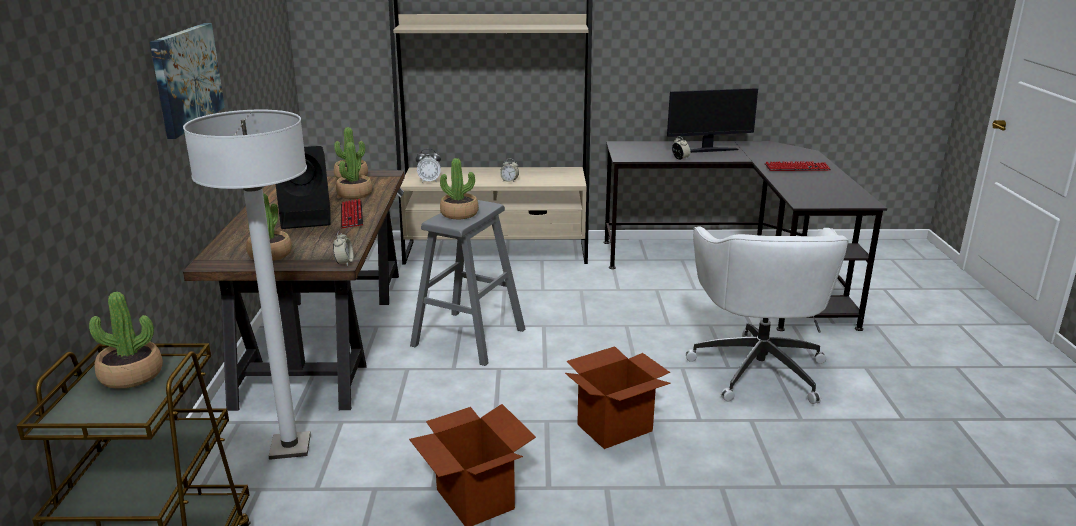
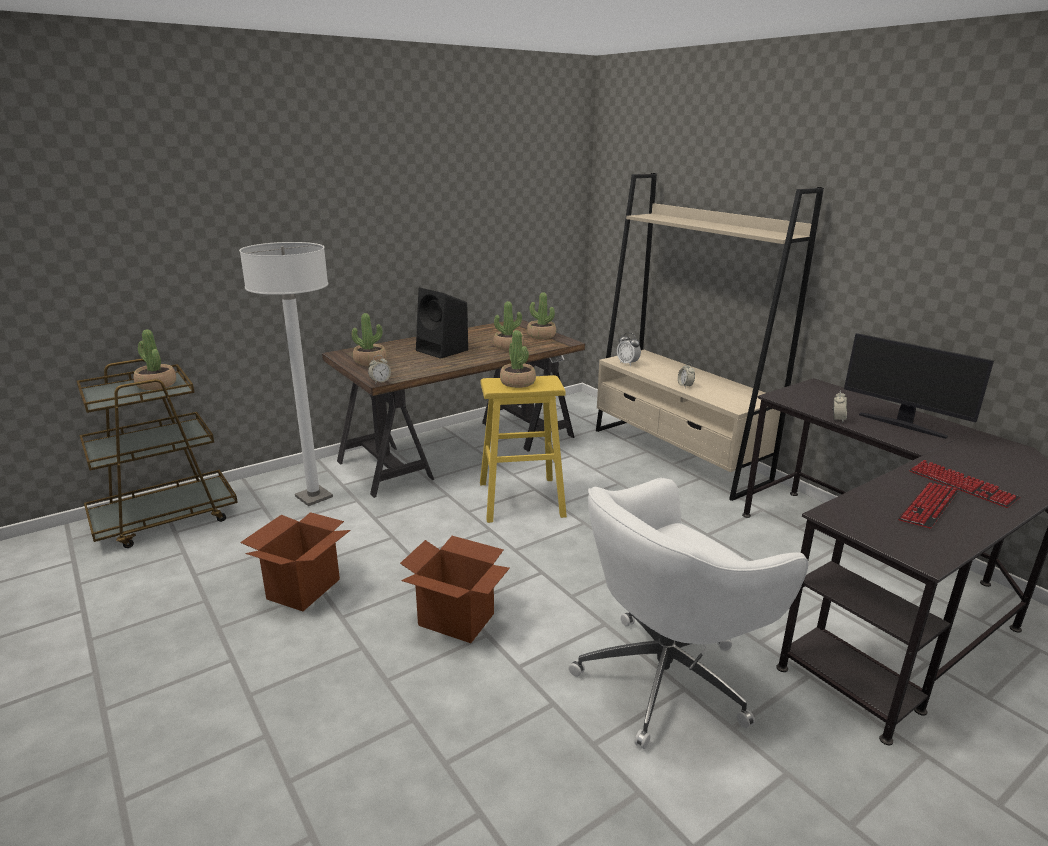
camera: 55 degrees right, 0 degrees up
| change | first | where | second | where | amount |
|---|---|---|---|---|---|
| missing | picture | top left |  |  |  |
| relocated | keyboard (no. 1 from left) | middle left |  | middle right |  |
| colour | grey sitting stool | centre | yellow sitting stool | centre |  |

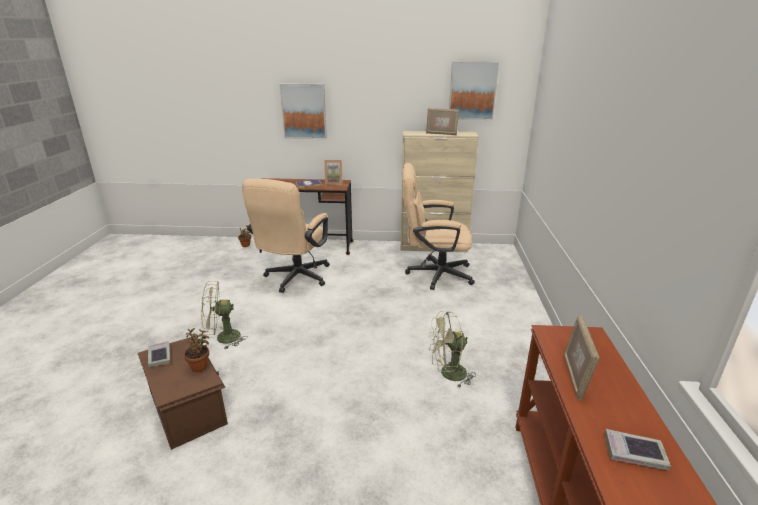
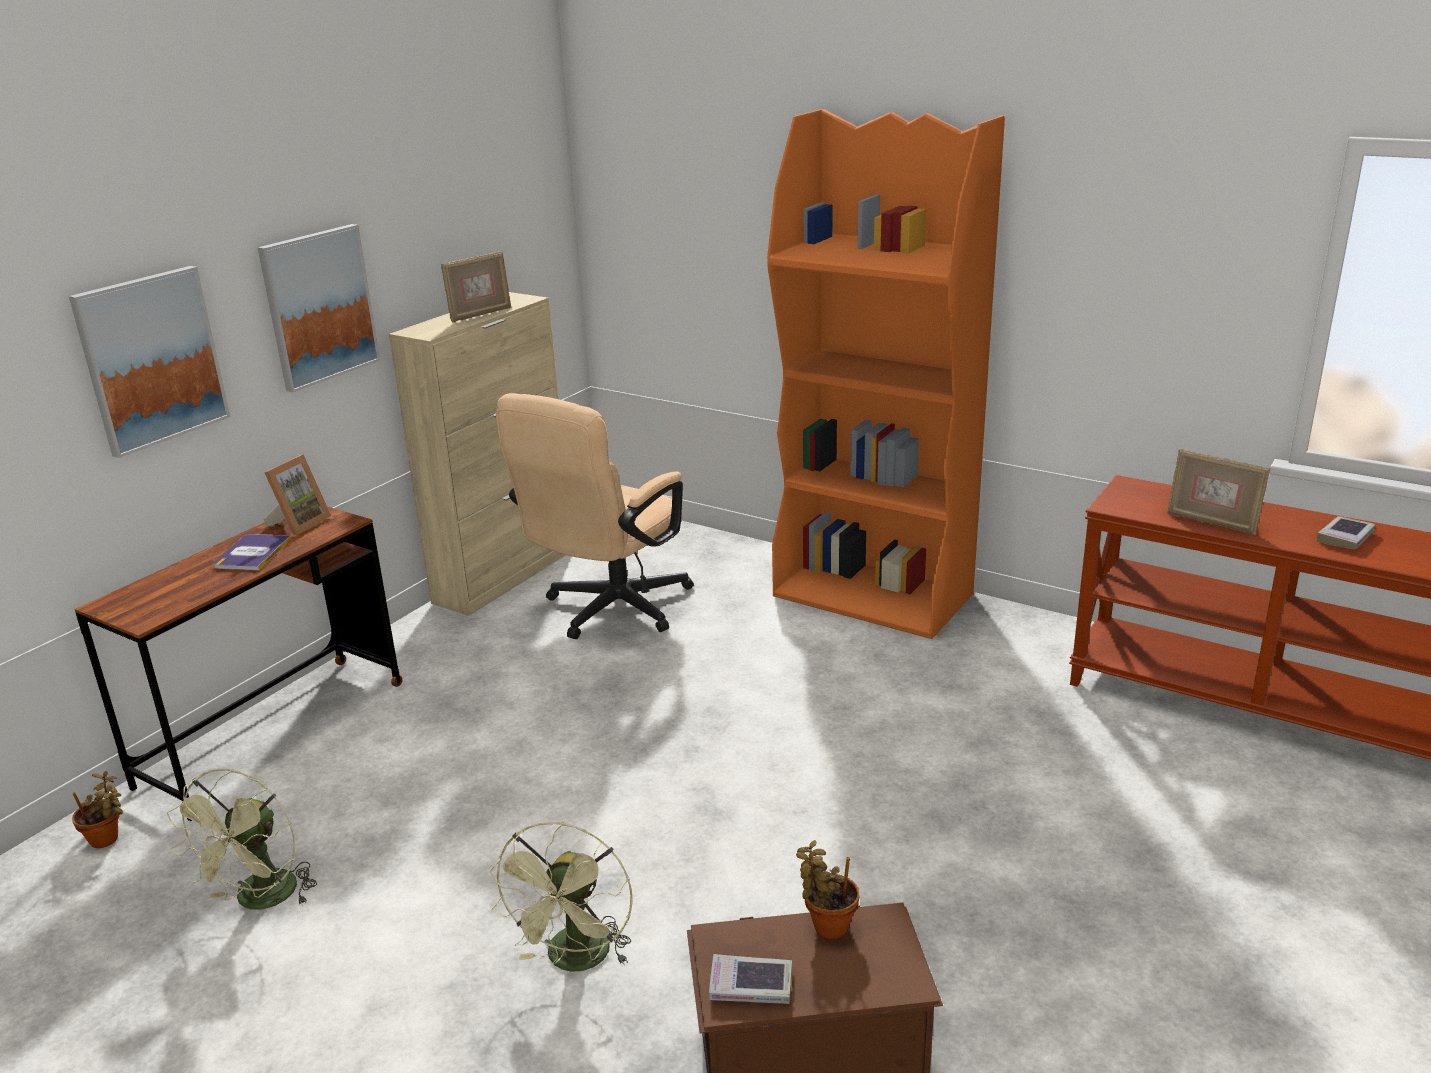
camera: 60 degrees left, 0 degrees up
| change | first | where | second | where | amount |
|---|---|---|---|---|---|
| missing | beige office chair (no. 1 from left) | centre |  |  |  |
| relocated | greenish fan (no. 2 from left in the first image) | bottom centre | greenish fan (no. 1 from left) | bottom left |  |
| relocated | picture (no. 2 from left) | top centre |  | top left |  |
| appeared |  |  | orange shelving unit | centre |  |

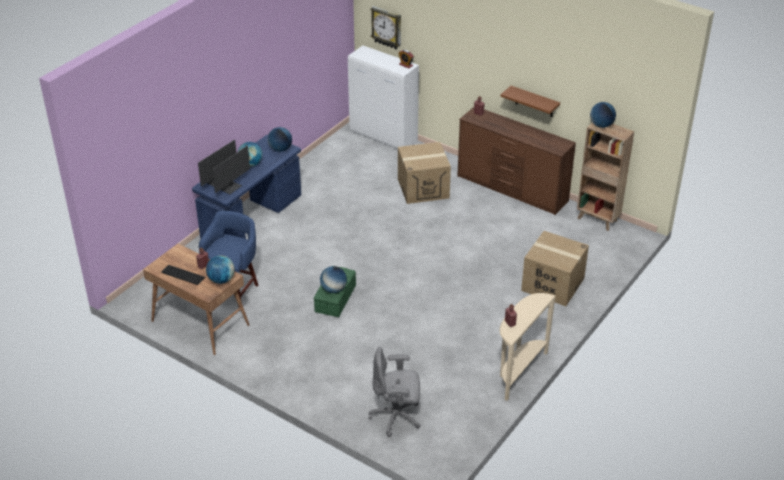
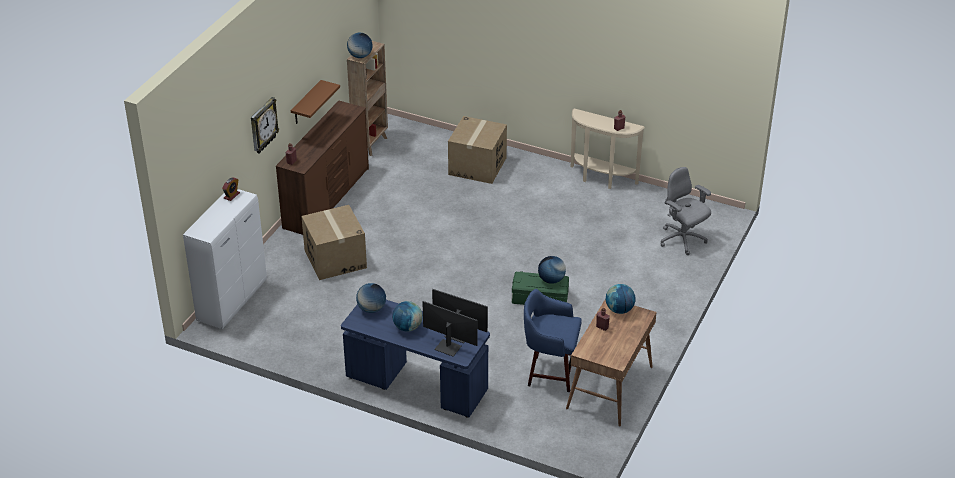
camera: 100 degrees left, 0 degrees up
| change | first | where | second | where | amount |
|---|---|---|---|---|---|
| missing | keyboard | middle left |  |  |  |
| spun | grey office chair | bottom centre |  | middle right | 150 degrees clockwise |
| relocated | wall clock | top centre |  | top left |  |

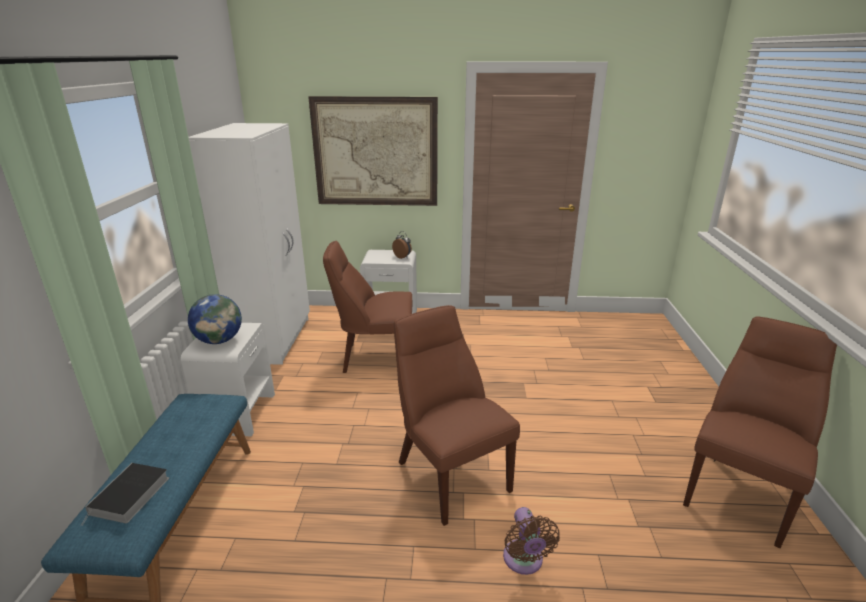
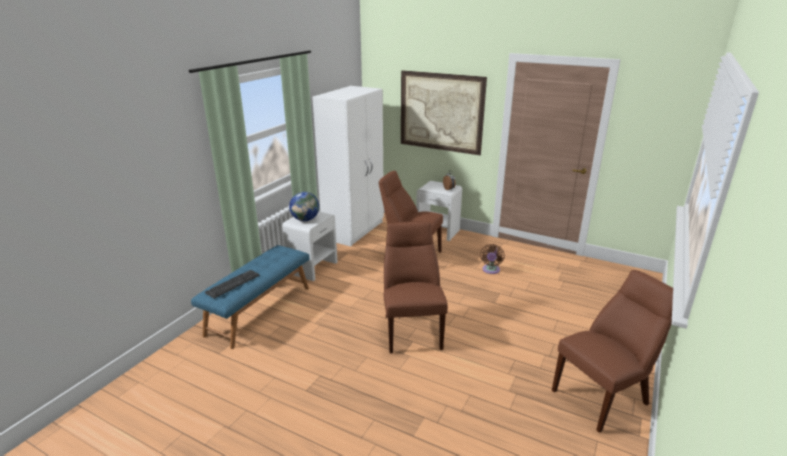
camera: 25 degrees right, 0 degrees up
| change | first | where | second | where | amount |
|---|---|---|---|---|---|
| exchanged | book | bottom left | keyboard | middle left |  |
| relocated | brown-coloured fan | bottom centre |  | centre |  |

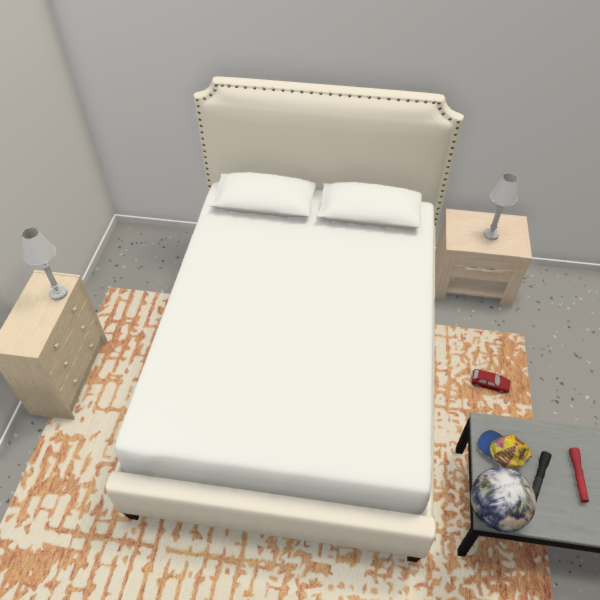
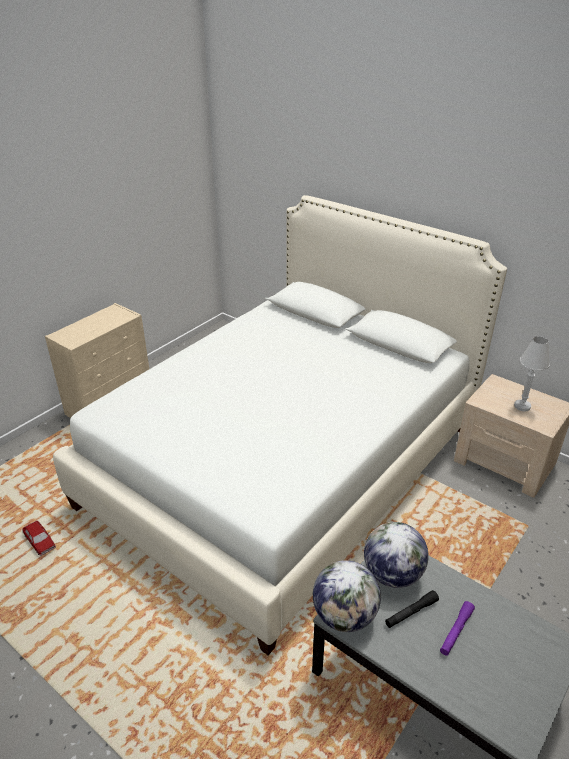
camera: 30 degrees right, 15 degrees down
| change | first | where | second | where | amount |
|---|---|---|---|---|---|
| missing | white table lamp (no. 1 from left) | middle left |  |  |  |
| relocated | model car | middle right |  | bottom left |  |
| exchanged | cap | bottom right | desk globe (no. 2 from left) | bottom right |  |
| colour | red torch | bottom right | purplish torch | bottom right |  |

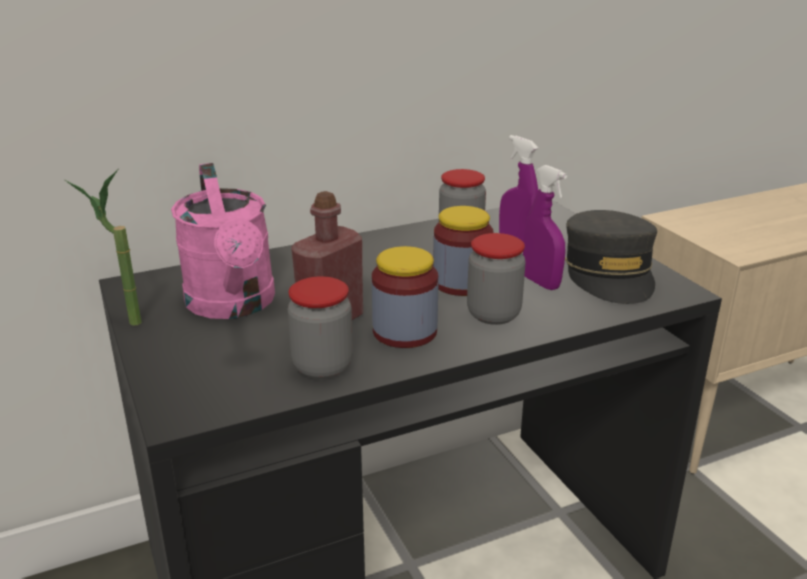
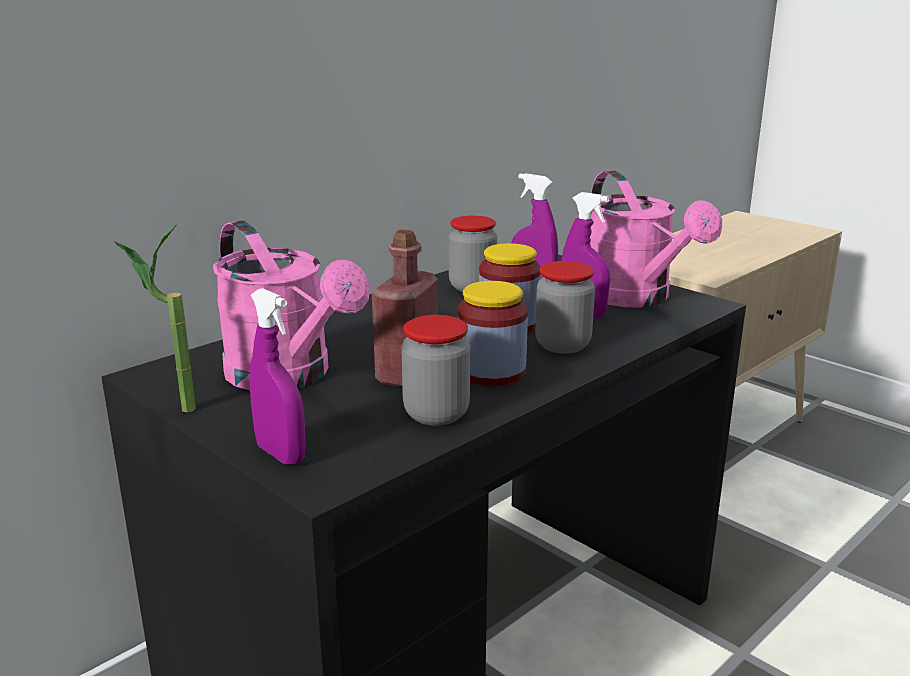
camera: 20 degrees left, 5 degrees down
| change | first | where | second | where | amount |
|---|---|---|---|---|---|
| exchanged | grey cap | middle right | pinkish sprinkling can (no. 2 from left) | middle right |  |
| appeared |  |  | purplish sprayer (no. 1 from left) | middle left |  |

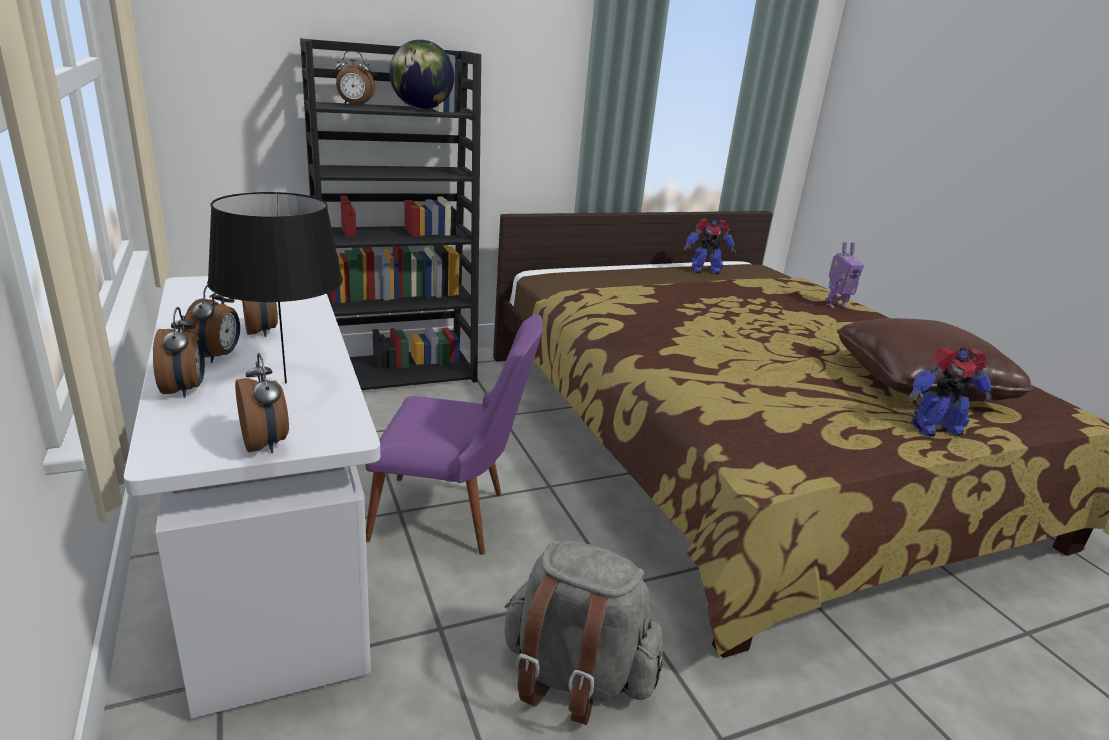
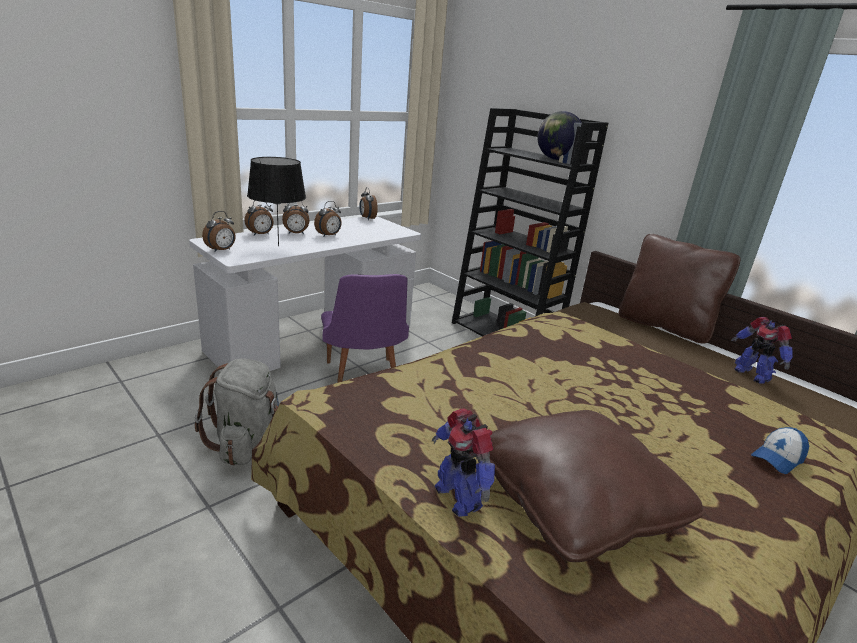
camera: 70 degrees right, 0 degrees up
| change | first | where | second | where | amount |
|---|---|---|---|---|---|
| relocated | bedside clock (no. 5 from left) | top left |  | top centre |  |
| exchanged | toy robot (no. 2 from left) | middle right | cap | bottom right |  |
| appeared |  |  | brown-coloured pillow (no. 2 from left) | middle right |  |

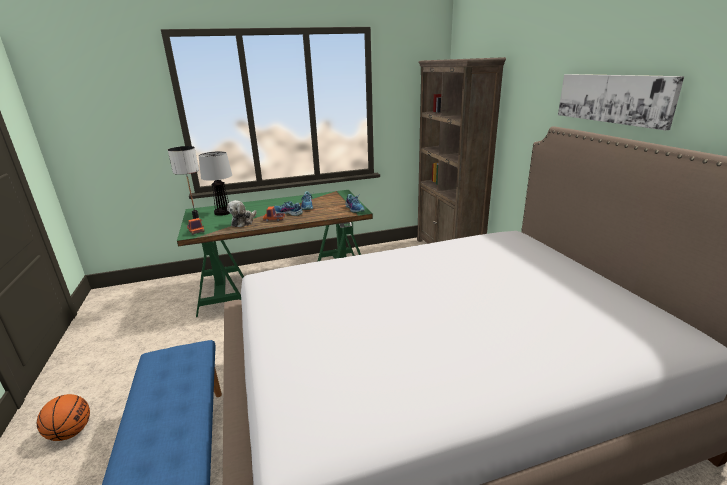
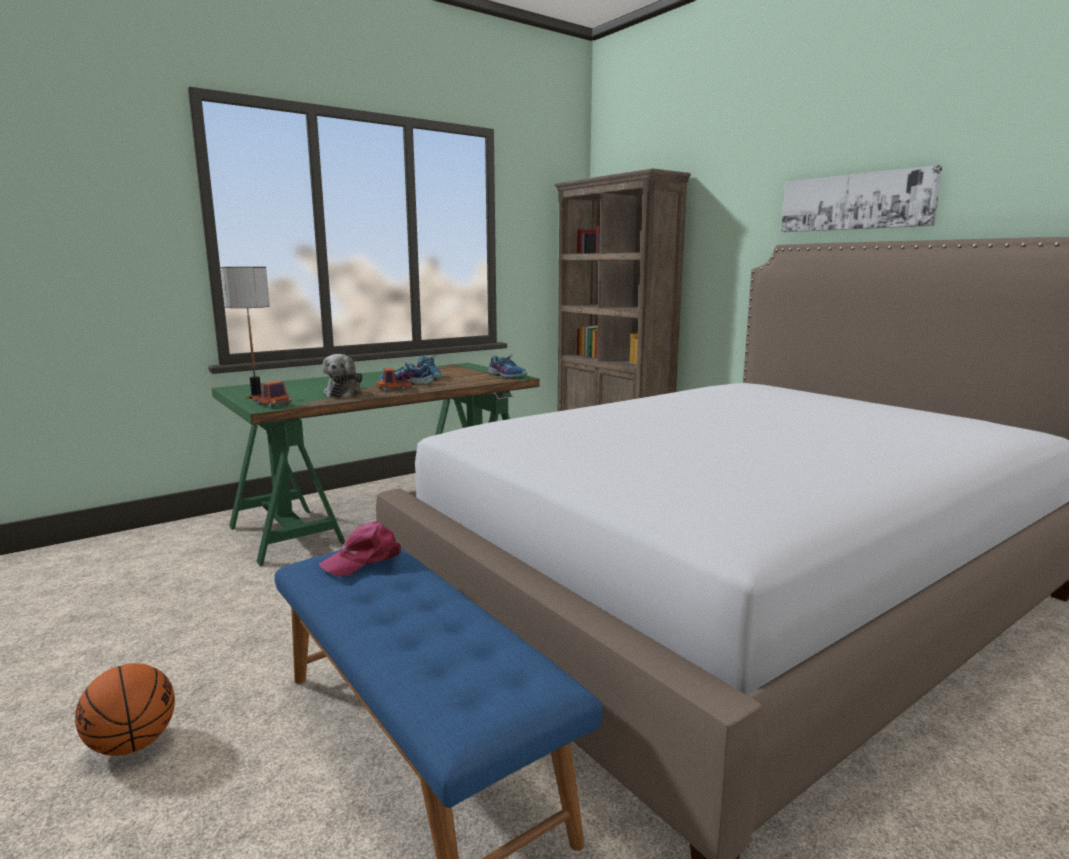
camera: 20 degrees left, 10 degrees down
| change | first | where | second | where | amount |
|---|---|---|---|---|---|
| missing | table lamp (no. 2 from left) | middle left |  |  |  |
| appeared |  |  | pinkish cap | centre |  |

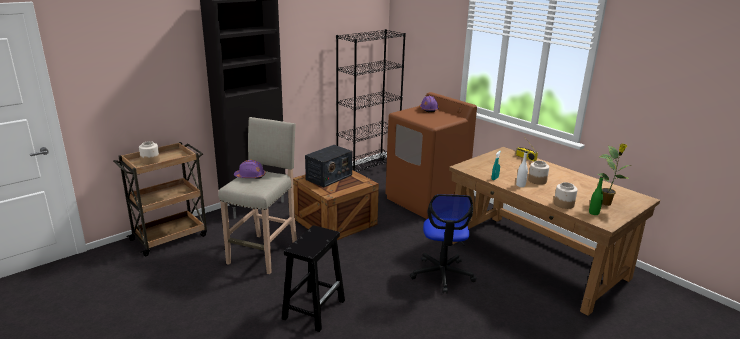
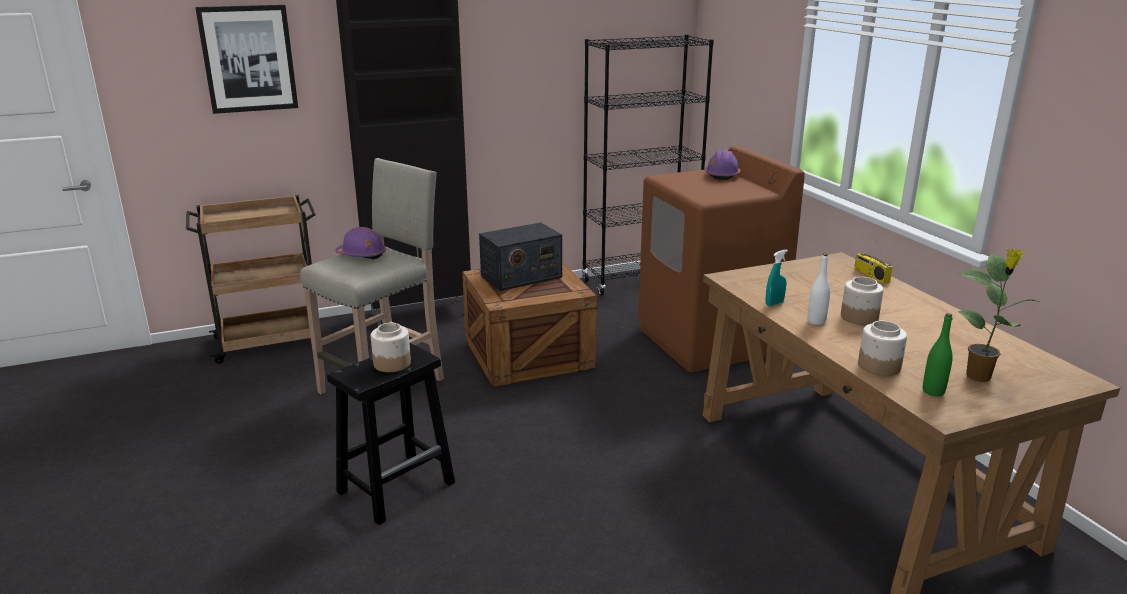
camera: 20 degrees right, 0 degrees up
| change | first | where | second | where | amount |
|---|---|---|---|---|---|
| relocated | preserve jar (no. 1 from left) | middle left |  | centre |  |
| missing | office chair | bottom centre |  |  |  |
| appeared |  |  | picture | top left |  |

